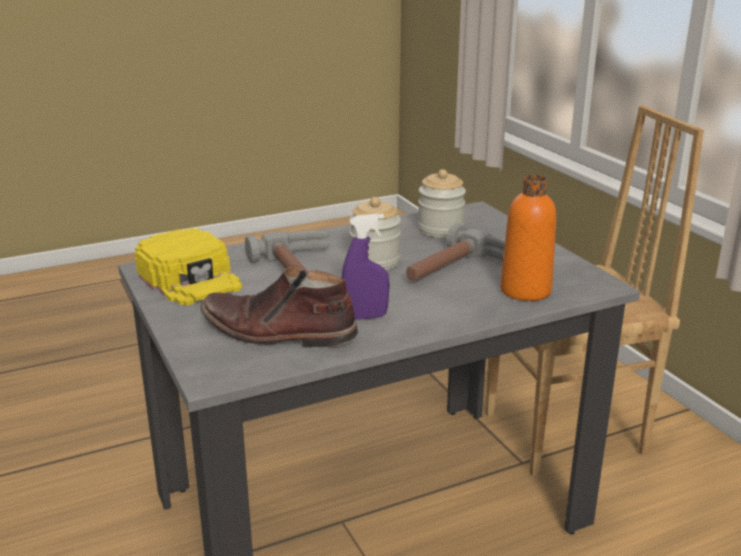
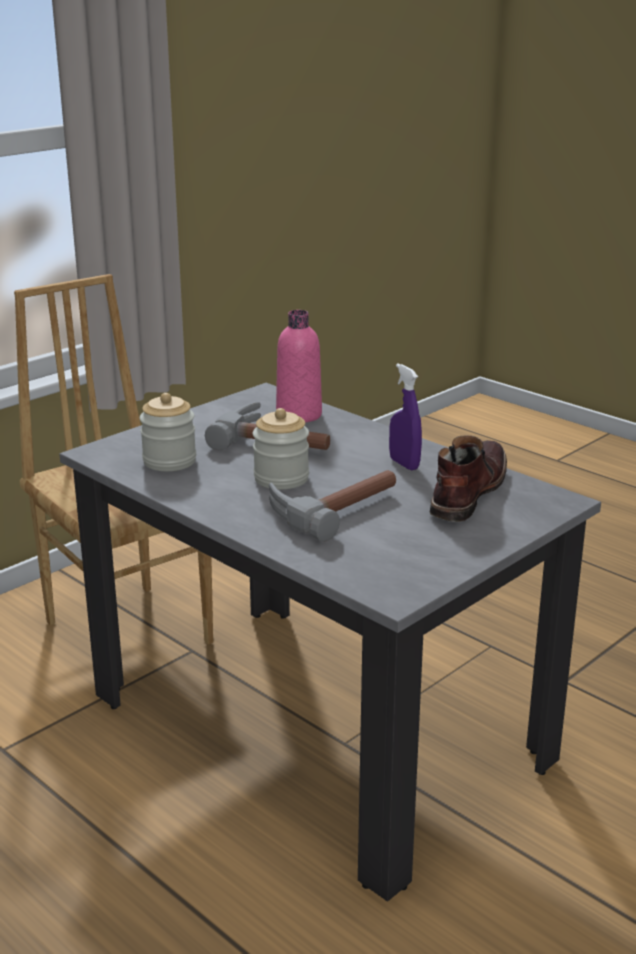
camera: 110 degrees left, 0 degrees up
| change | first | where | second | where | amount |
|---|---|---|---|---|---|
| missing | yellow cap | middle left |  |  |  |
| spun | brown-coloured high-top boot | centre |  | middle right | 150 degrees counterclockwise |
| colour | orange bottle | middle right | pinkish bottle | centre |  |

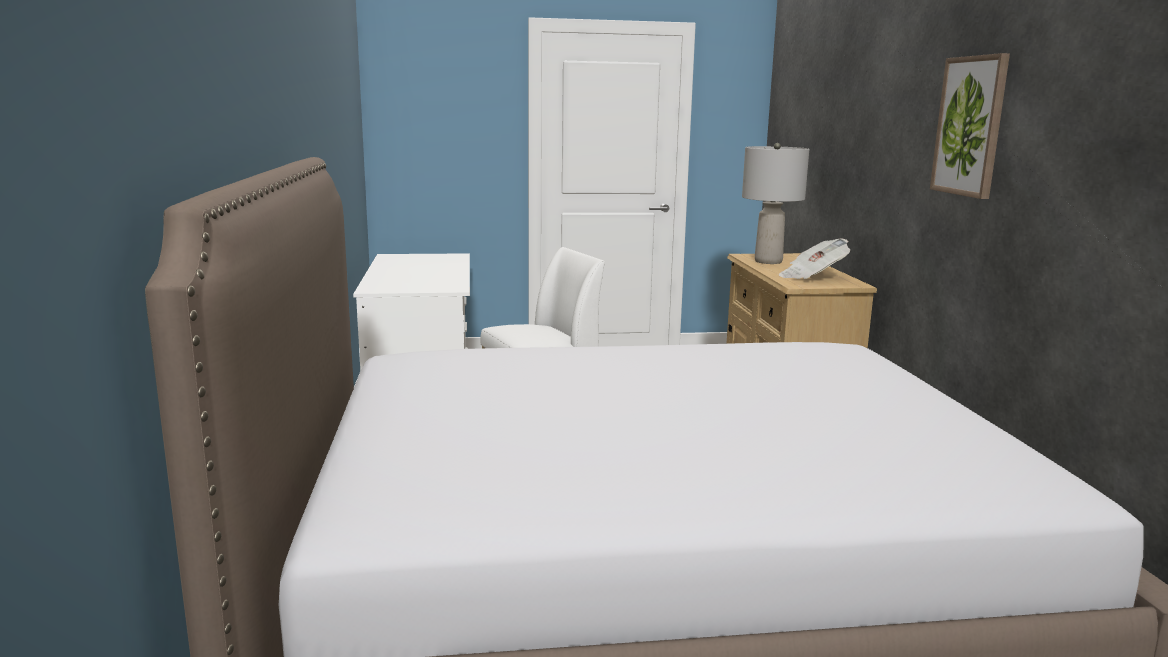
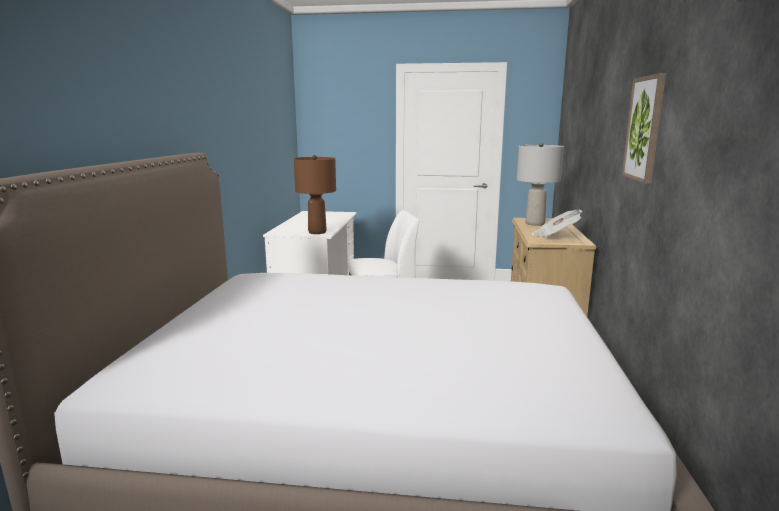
camera: 15 degrees right, 0 degrees up
| change | first | where | second | where | amount |
|---|---|---|---|---|---|
| appeared |  |  | brown-coloured table lamp | centre |  |

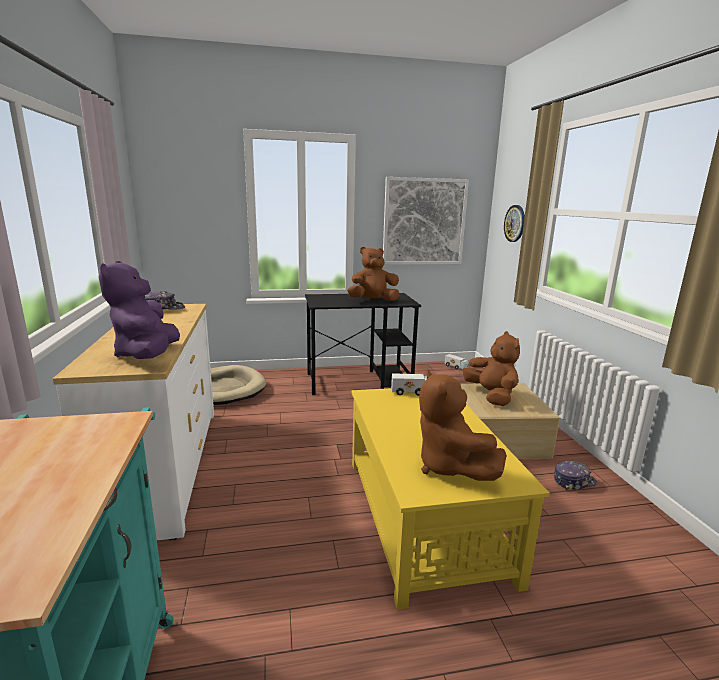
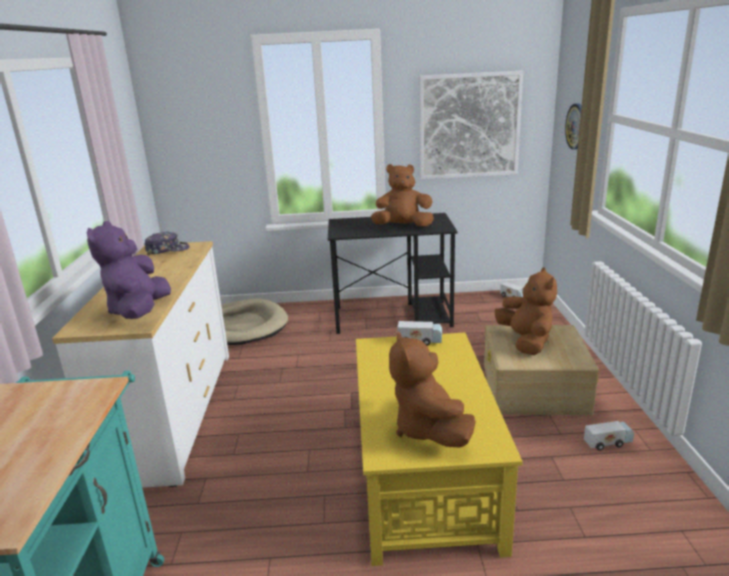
camera: 10 degrees right, 5 degrees up
| change | first | where | second | where | amount |
|---|---|---|---|---|---|
| exchanged | cap (no. 2 from left) | bottom right | model truck (no. 3 from left) | bottom right |  |

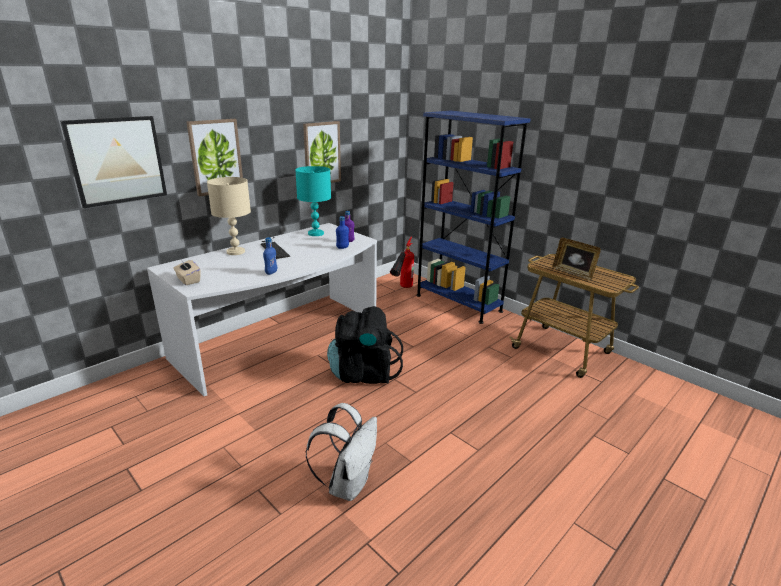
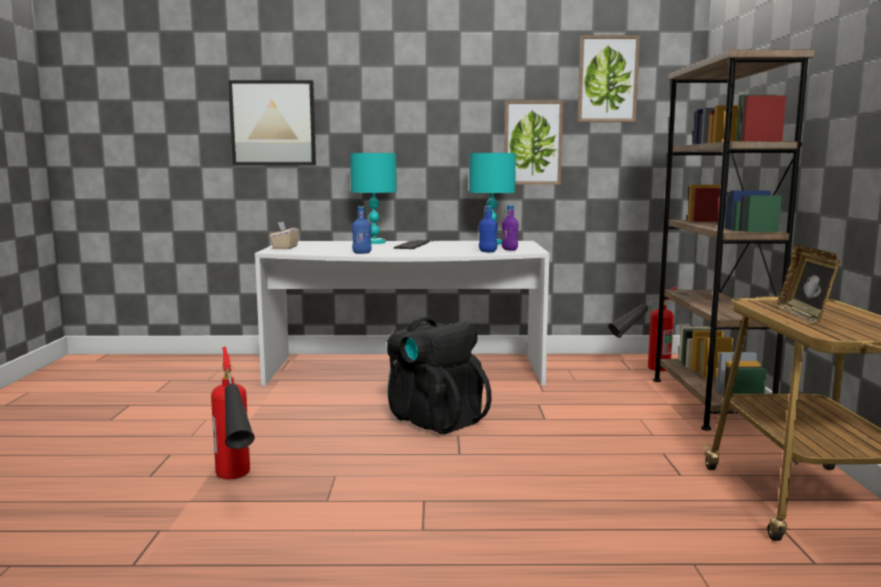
camera: 45 degrees right, 15 degrees down
| change | first | where | second | where | amount |
|---|---|---|---|---|---|
| relocated | picture (no. 2 from left in the first image) | top left | picture (no. 3 from left) | top right |  |
| colour | beige table lamp | middle left | turquoise-coloured table lamp (no. 1 from left) | centre |  |
| exchanged | white knapsack | bottom centre | fire extinguisher (no. 1 from left) | bottom left |  |
| colour | blue shelving unit | centre | brown-coloured shelving unit | middle right |  |

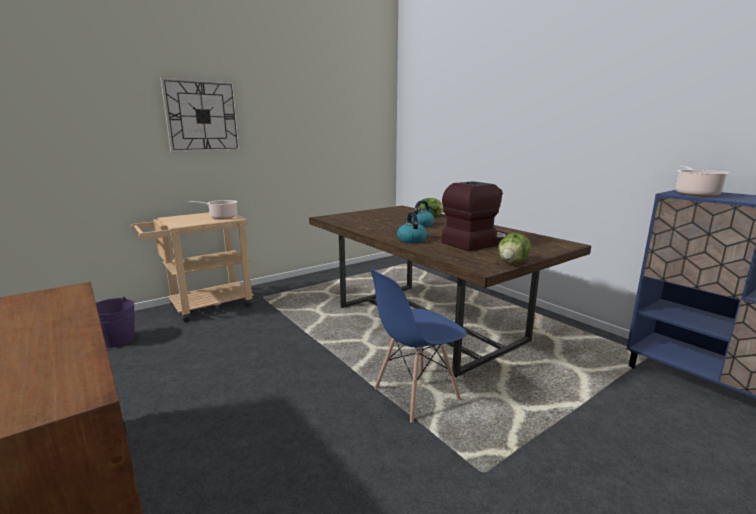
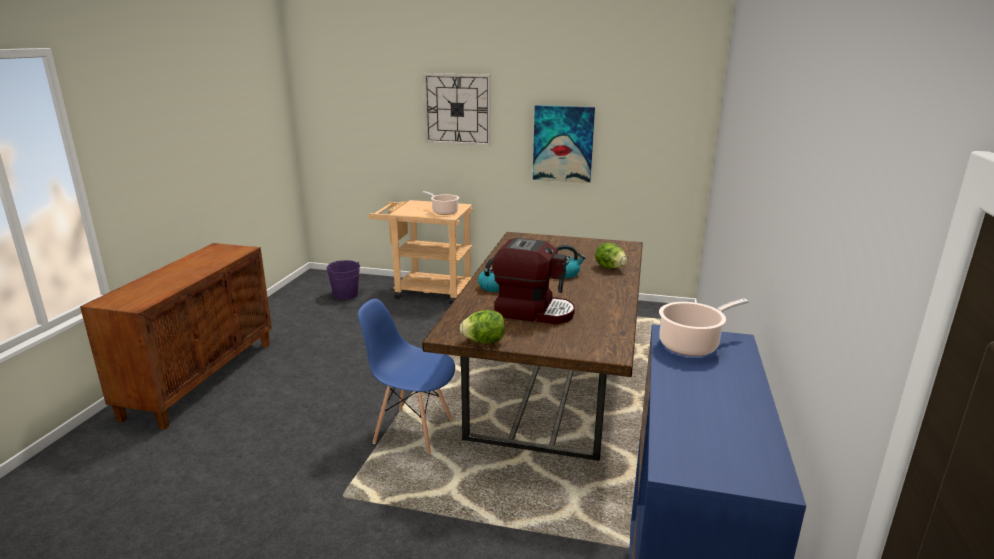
camera: 50 degrees right, 5 degrees up
| change | first | where | second | where | amount |
|---|---|---|---|---|---|
| appeared |  |  | picture | top centre |  |

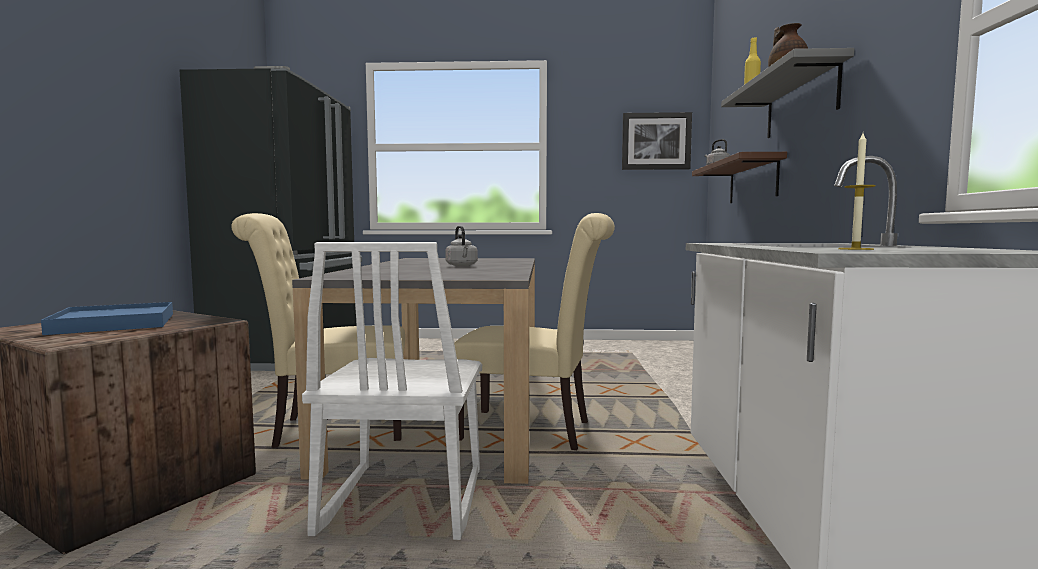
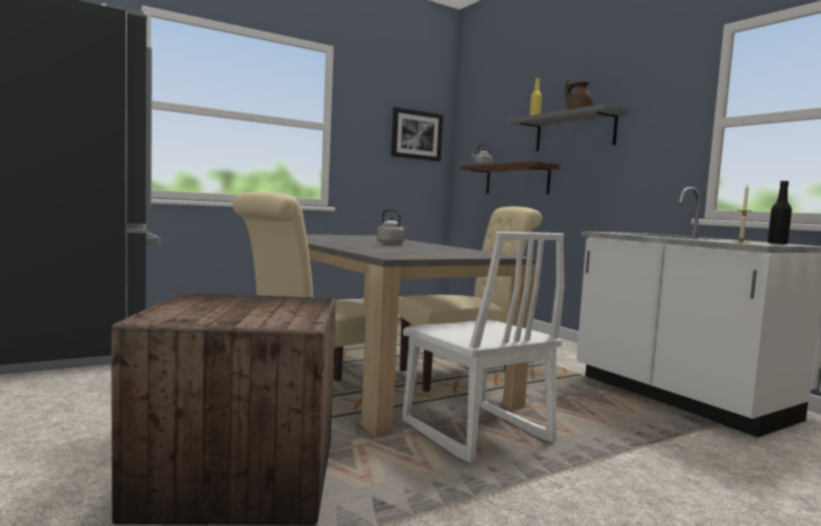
camera: 35 degrees left, 0 degrees up
| change | first | where | second | where | amount |
|---|---|---|---|---|---|
| missing | blue tray | middle left |  |  |  |
| appeared |  |  | black-coloured bottle | middle right |  |

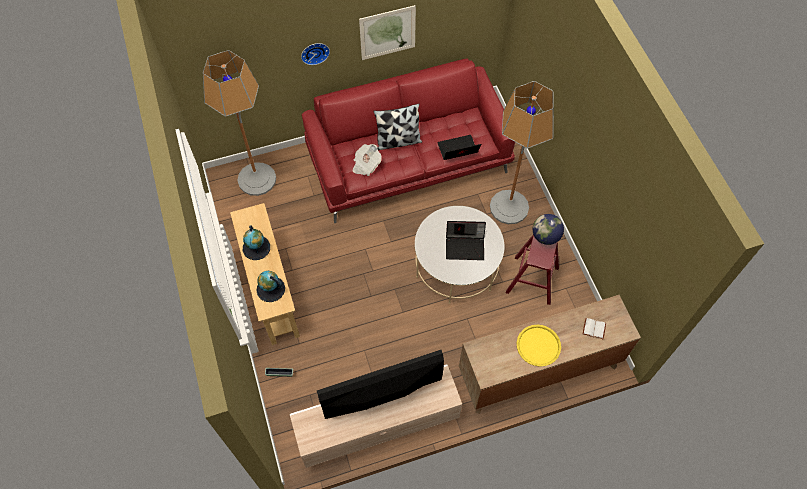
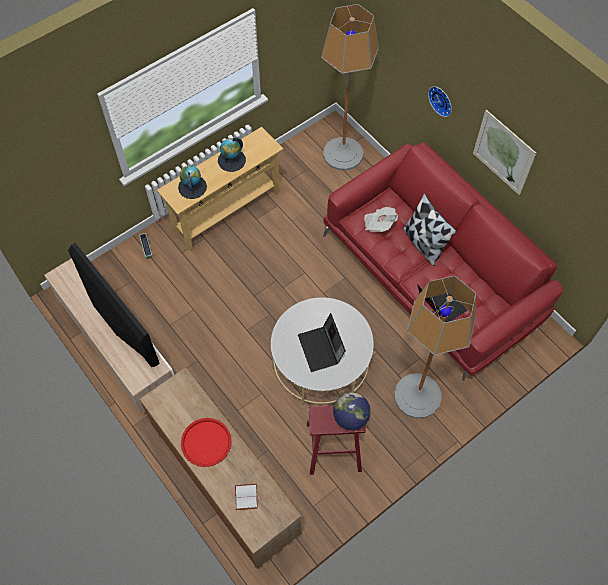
camera: 70 degrees right, 0 degrees up
| change | first | where | second | where | amount |
|---|---|---|---|---|---|
| colour | yellow tray | bottom right | red tray | bottom centre |  |

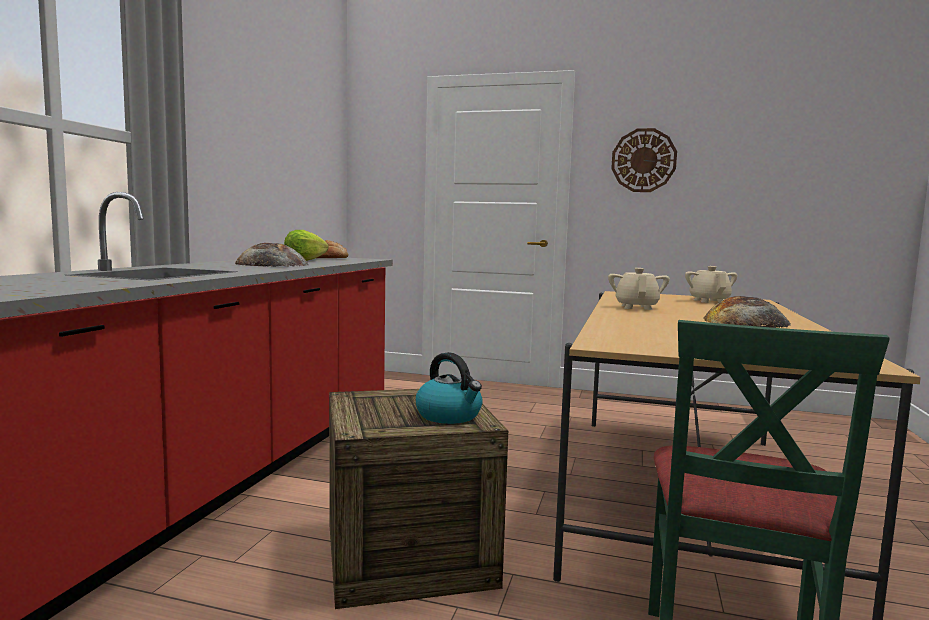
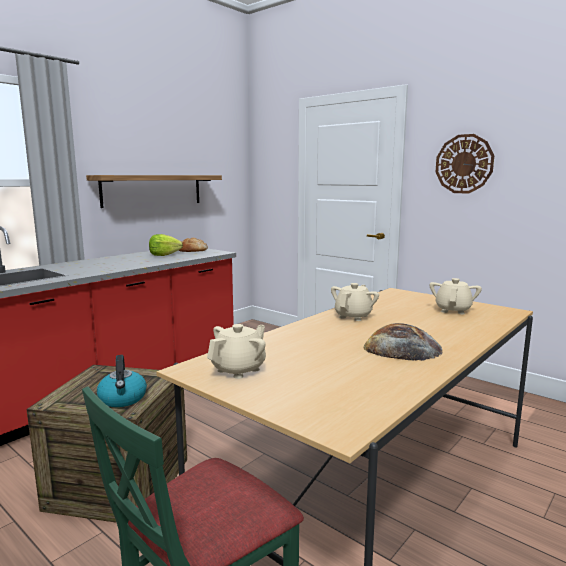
camera: 25 degrees right, 5 degrees up
| change | first | where | second | where | amount |
|---|---|---|---|---|---|
| missing | baked bread (no. 1 from left) | middle left |  |  |  |
| appeared |  |  | shelf | middle left |  |
| appeared |  |  | beige pot for tea (no. 1 from left) | centre |  |

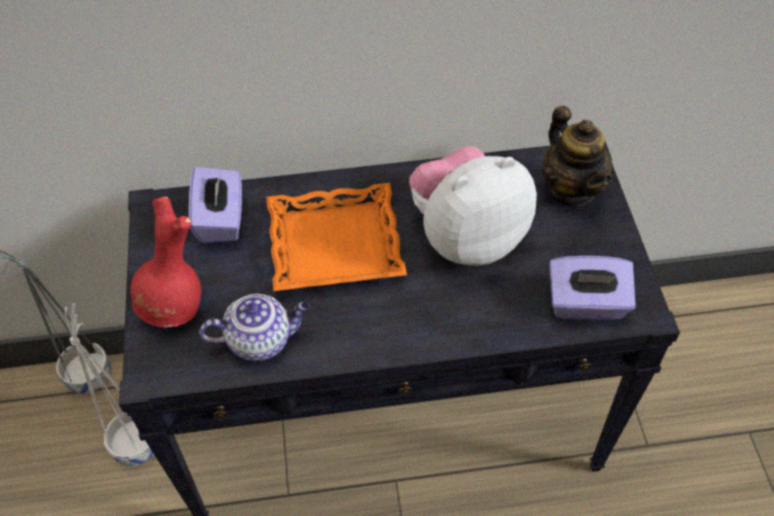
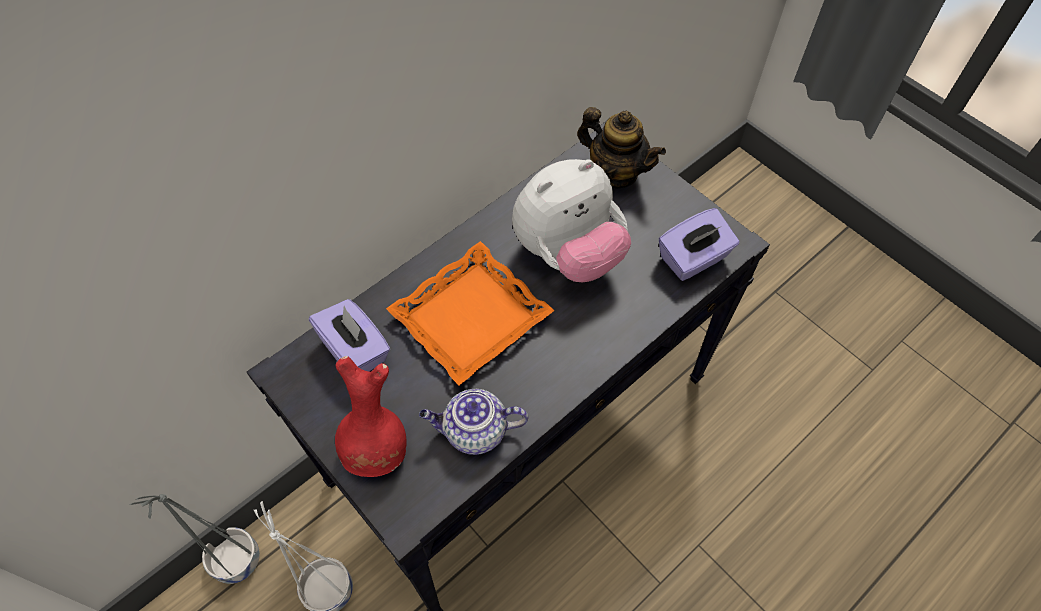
camera: 35 degrees left, 5 degrees up
| change | first | where | second | where | amount |
|---|---|---|---|---|---|
| spun | pot for tea (no. 1 from left) | middle left |  | bottom centre | 135 degrees counterclockwise |
| spun | plush toy | centre |  | centre | 150 degrees counterclockwise |

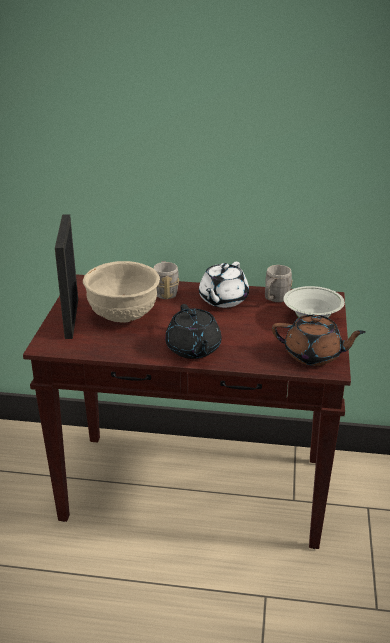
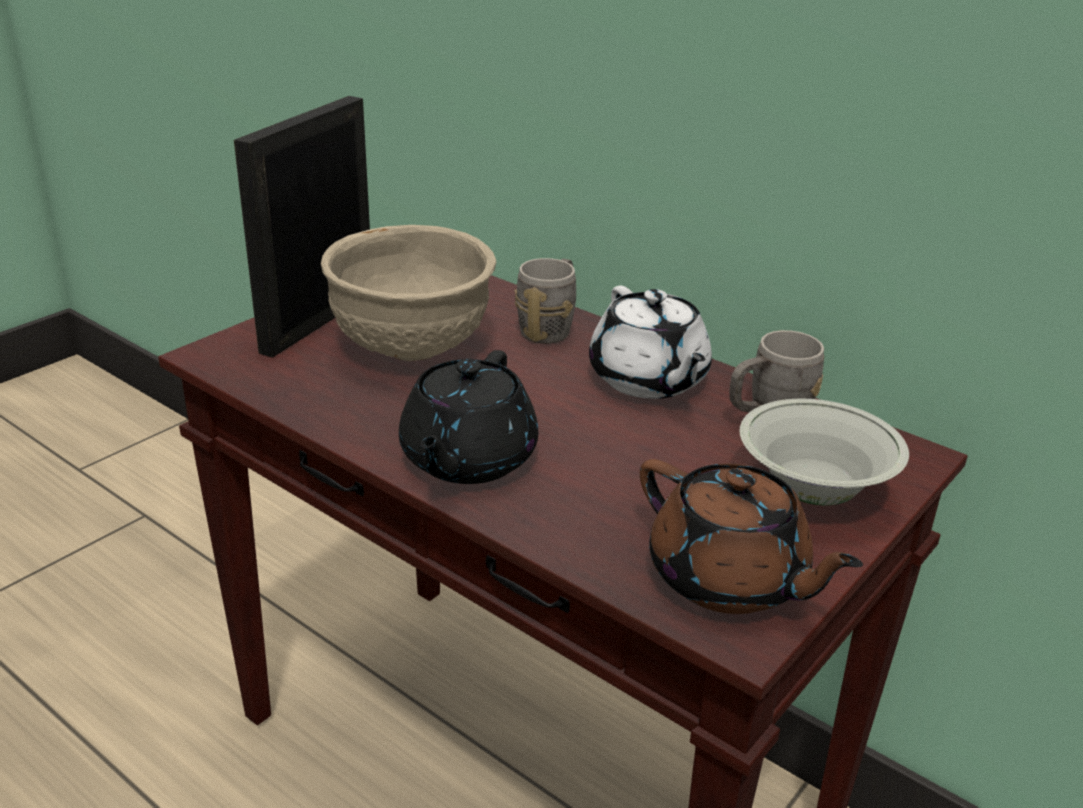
camera: 30 degrees right, 0 degrees up
| change | first | where | second | where | amount |
|---|---|---|---|---|---|
| spun | white pot for tea | centre |  | centre | 75 degrees counterclockwise |

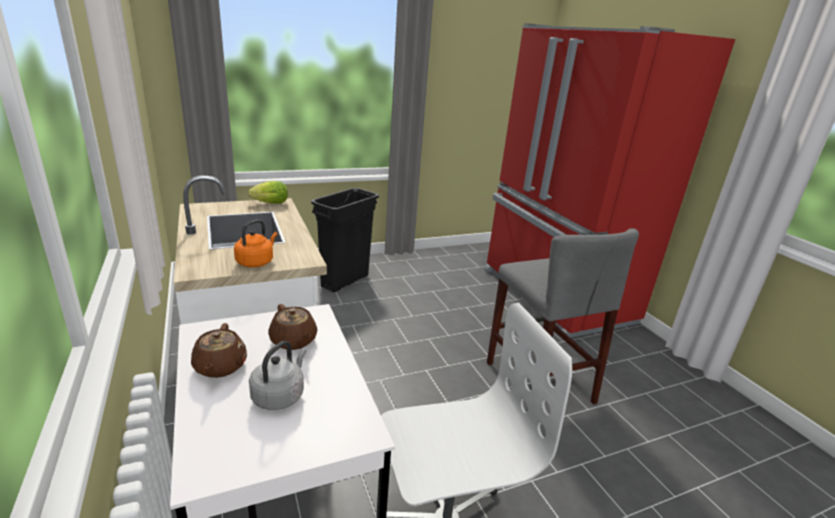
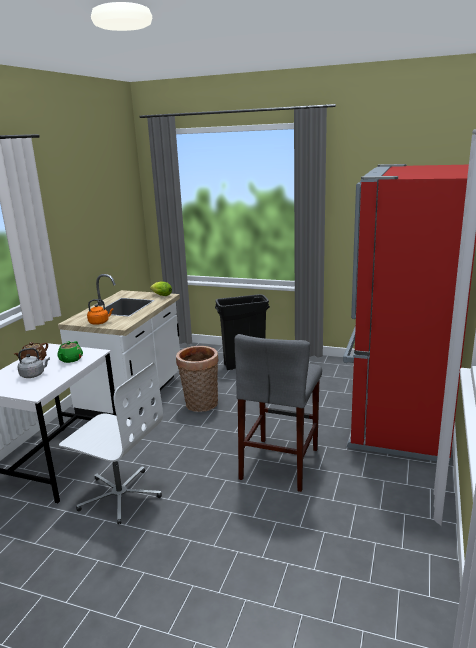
camera: 45 degrees right, 5 degrees down
| change | first | where | second | where | amount |
|---|---|---|---|---|---|
| colour | brown-coloured pot for tea (no. 2 from left) | centre | greenish pot for tea | middle left |  |
| appeared |  |  | storage basket | centre |  |

